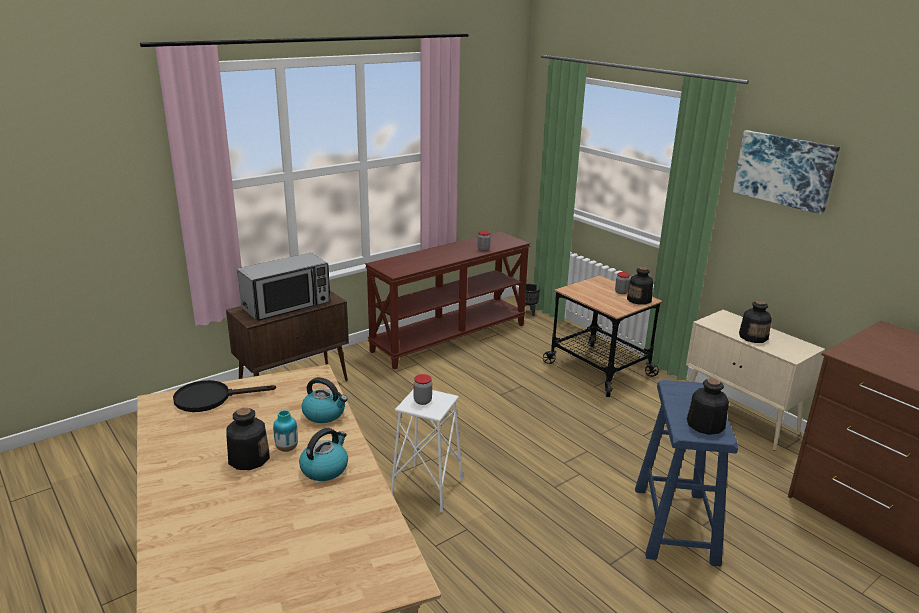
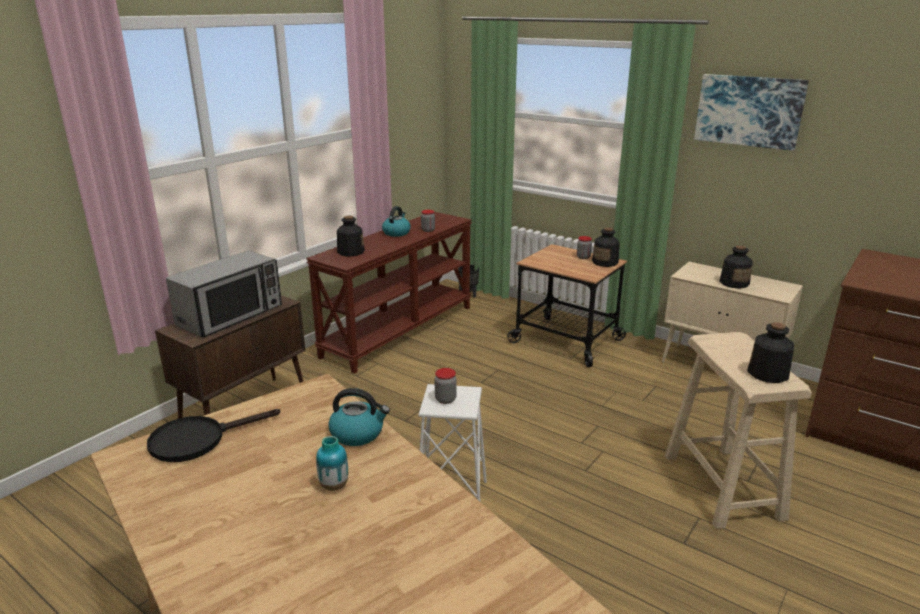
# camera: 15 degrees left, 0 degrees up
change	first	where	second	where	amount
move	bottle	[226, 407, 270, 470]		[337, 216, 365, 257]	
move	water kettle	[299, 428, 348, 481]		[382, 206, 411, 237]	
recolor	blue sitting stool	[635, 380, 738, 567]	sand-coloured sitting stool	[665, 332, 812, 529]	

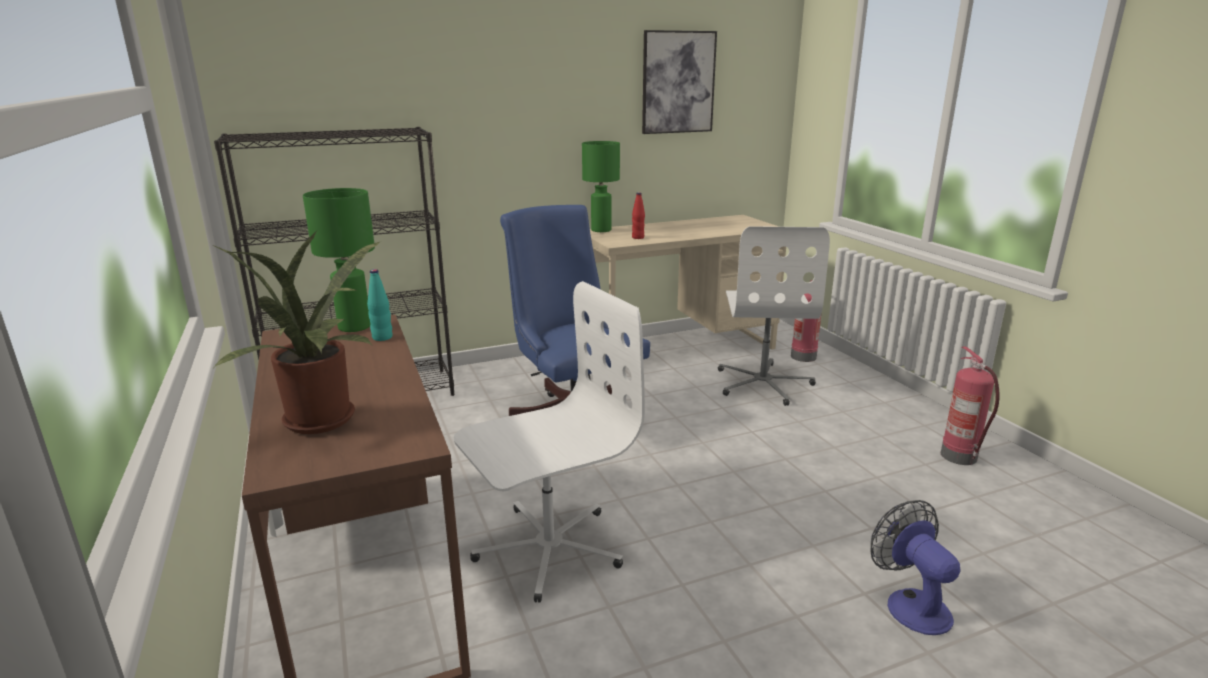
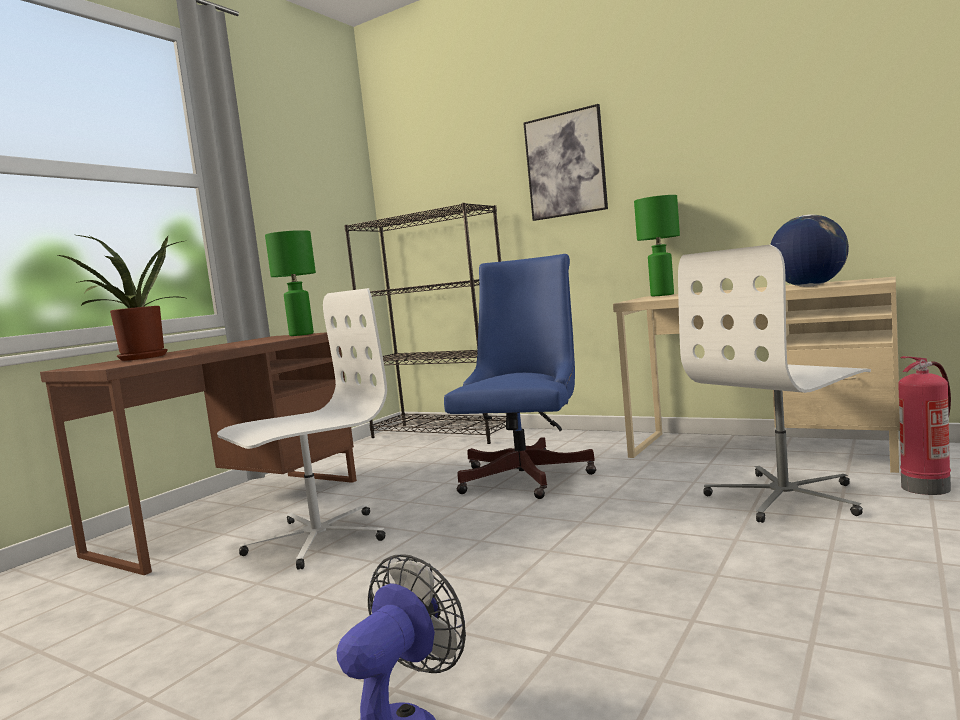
# camera: 55 degrees right, 15 degrees down
change	first	where	second	where	amount
rotate	white-coloured computer chair	[454, 281, 645, 603]		[217, 288, 387, 570]	60 degrees counterclockwise
move	picture	[642, 30, 717, 134]		[523, 104, 608, 221]	
insert			world globe	[770, 214, 849, 287]	
delete	blue-green bottle	[367, 269, 393, 341]			
delete	red-coloured bottle	[632, 192, 645, 239]			
delete	extinguisher	[941, 346, 999, 465]			

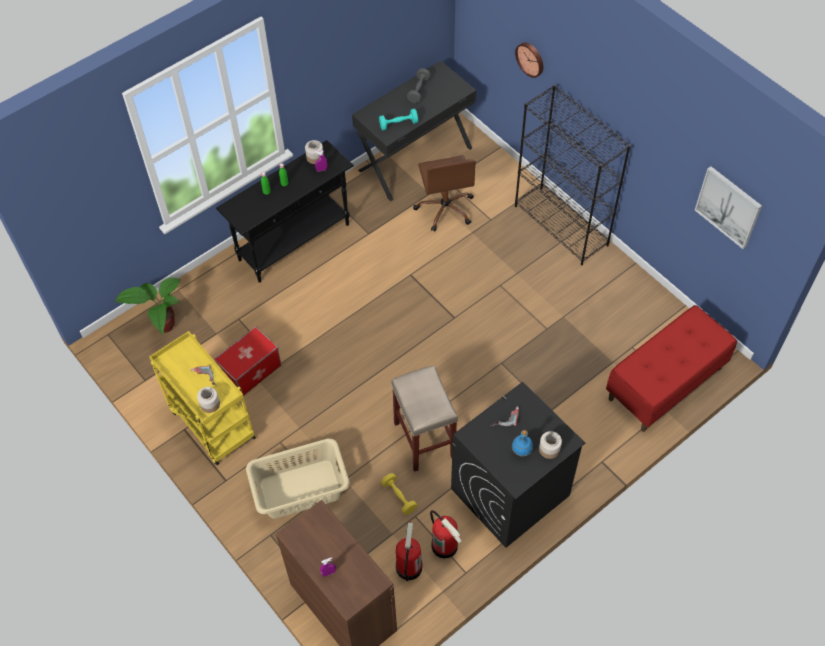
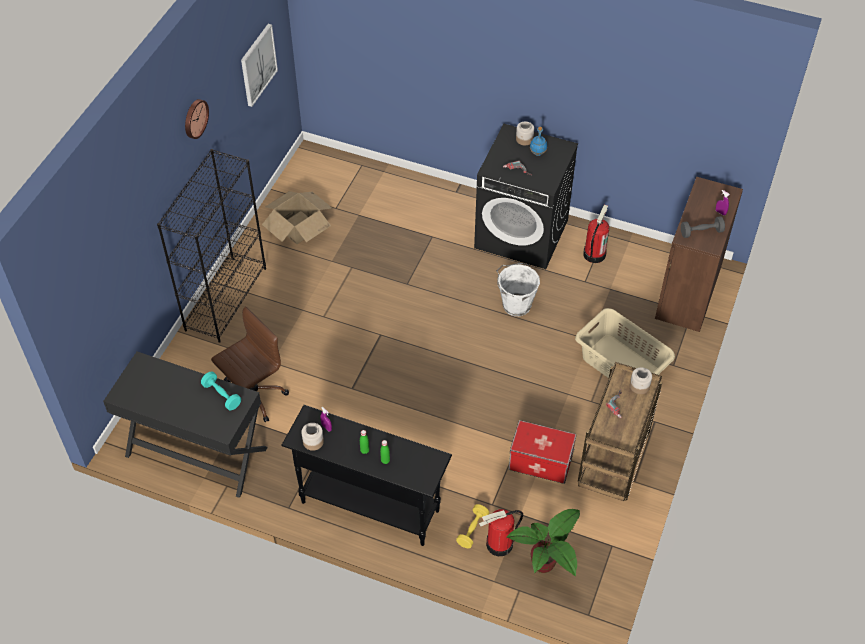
# camera: 120 degrees left, 5 degrees down
change	first	where	second	where	amount
move	hanging clock	[515, 42, 543, 78]		[185, 99, 209, 139]	
insert			packing box	[262, 191, 332, 245]	
move	yellowish dumbbell	[381, 473, 417, 515]		[456, 504, 489, 548]	
move	extinguisher	[396, 523, 422, 581]		[479, 509, 523, 556]	
replace	sand-coloured sitting stool	[391, 365, 458, 472]	white-coloured water bucket	[496, 263, 540, 316]	
recolor	yellowish cart	[149, 331, 256, 465]	brown-coloured cart	[578, 362, 662, 502]	
move	gray dumbbell	[407, 68, 431, 103]		[681, 216, 725, 238]	
delete	red-coloured long seat	[606, 305, 737, 432]			

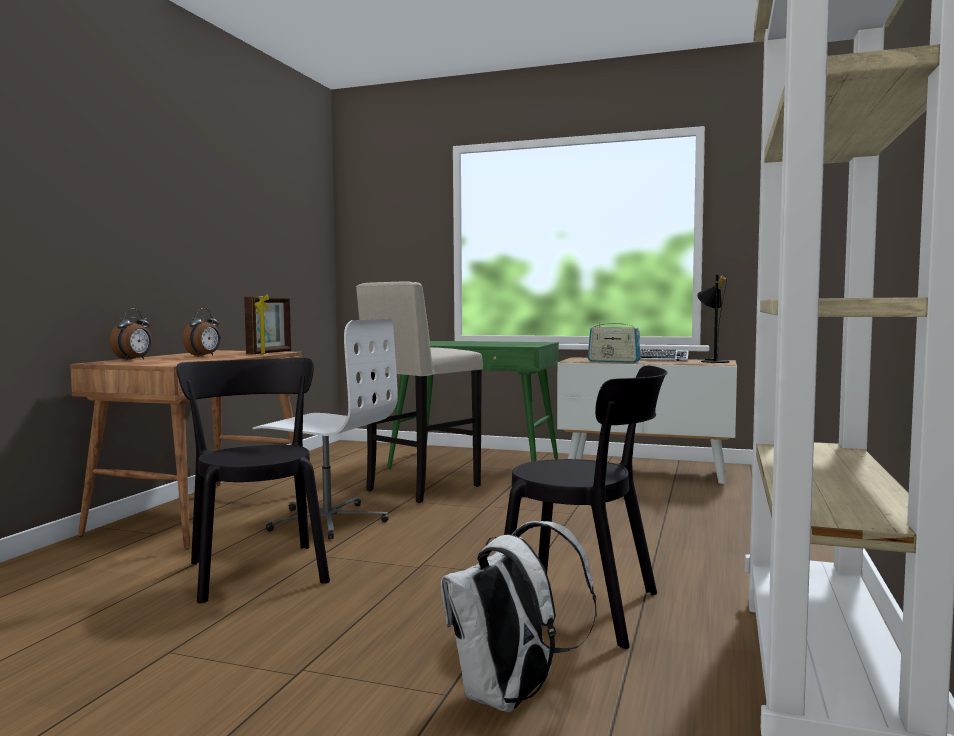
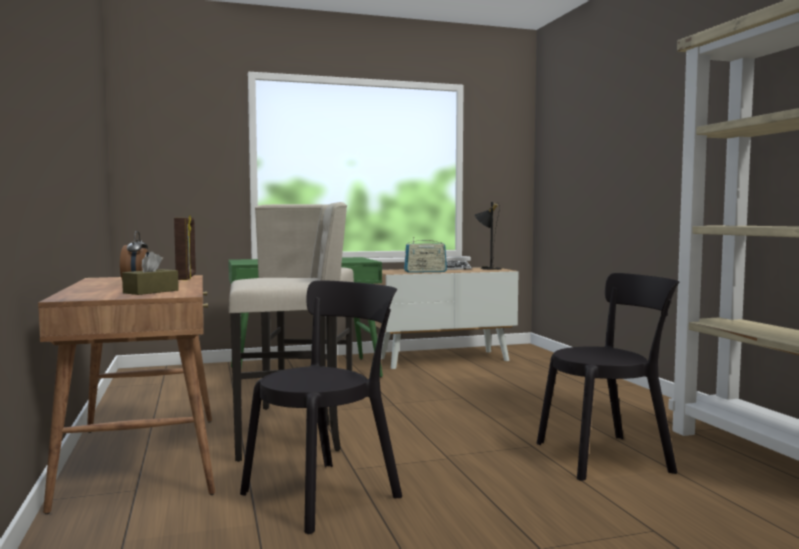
# camera: 35 degrees left, 0 degrees up
change	first	where	second	where	amount
insert			brown-coloured box of tissues	[122, 251, 179, 295]	
replace	white-coloured computer chair	[253, 319, 398, 539]	sand-coloured sitting stool	[229, 202, 347, 462]	
rotate	blackish upright chair	[176, 358, 330, 604]		[240, 280, 402, 534]	105 degrees clockwise
delete	bedside clock	[110, 309, 152, 361]			
delete	white-coloured knapsack	[441, 521, 597, 712]			

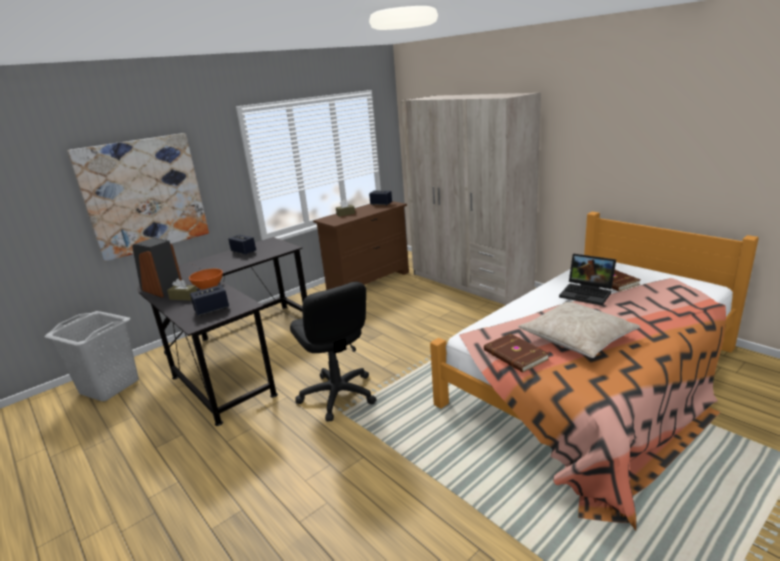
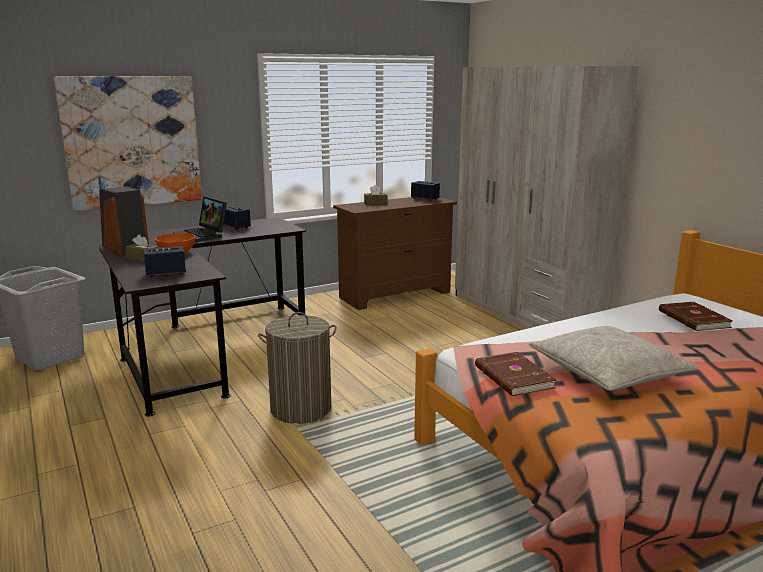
# camera: 10 degrees right, 5 degrees down
change	first	where	second	where	amount
move	portable computer	[559, 254, 616, 306]		[173, 196, 227, 243]	
replace	blackish computer chair	[290, 281, 377, 421]	washing basket	[258, 312, 337, 424]	

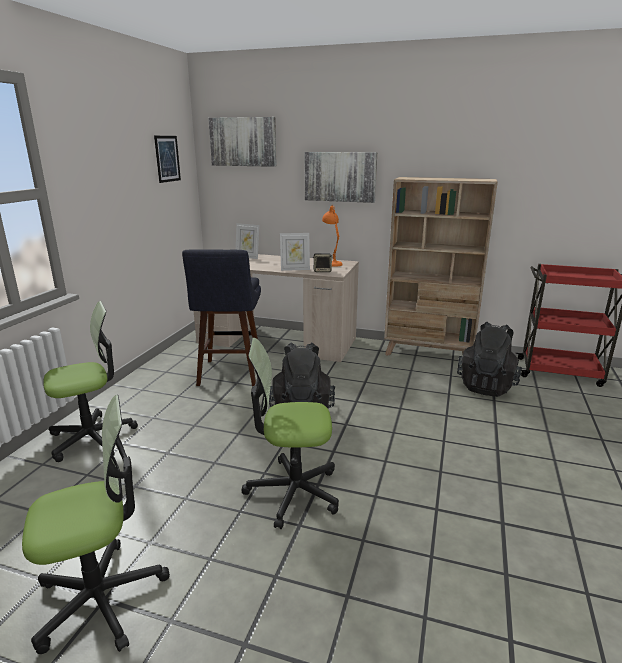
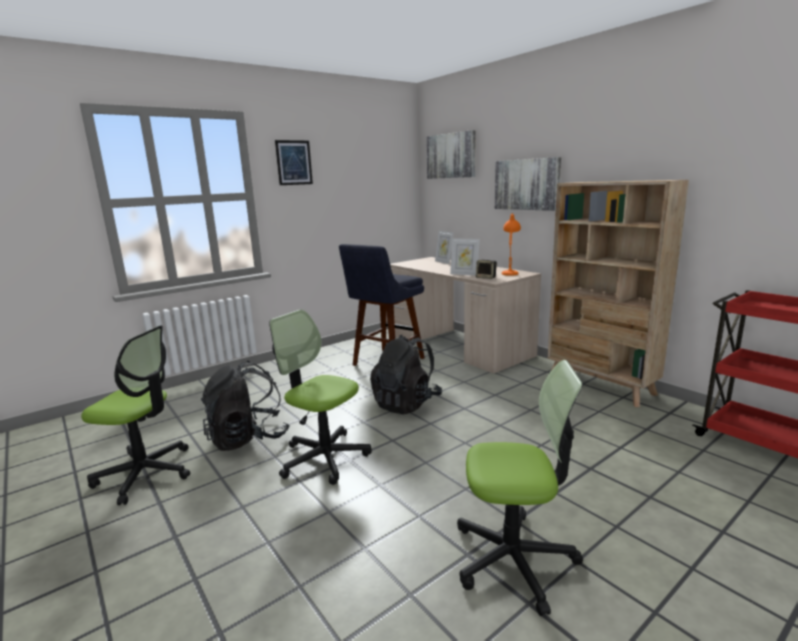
# camera: 35 degrees right, 5 degrees down
change	first	where	second	where	amount
move	blackish knapsack	[457, 322, 522, 397]		[201, 361, 290, 451]	
move	picture	[154, 136, 181, 183]		[275, 140, 313, 185]	
move	computer chair	[43, 301, 138, 462]		[457, 360, 583, 616]	

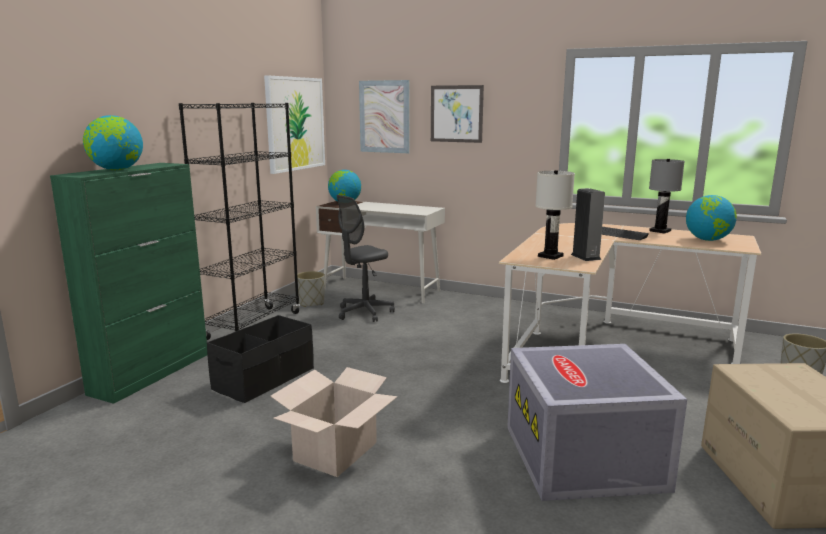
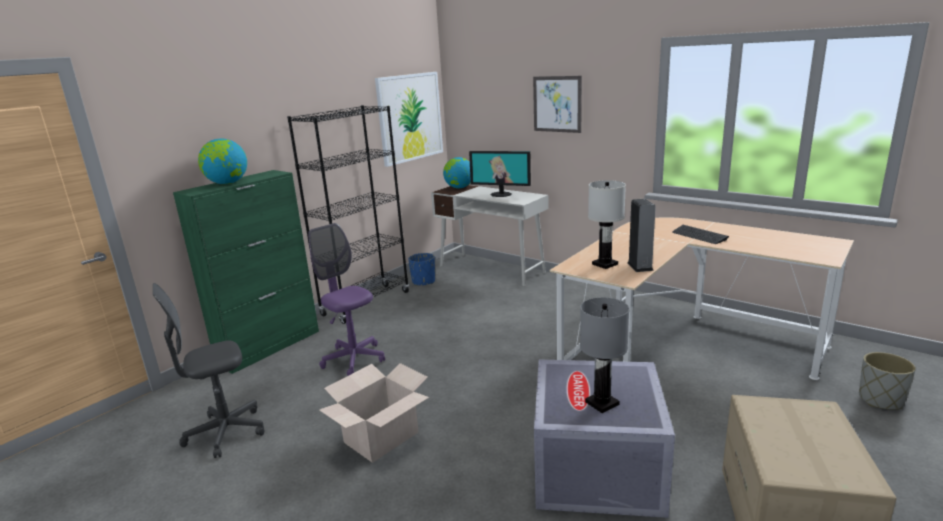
# camera: 15 degrees right, 5 degrees up
change	first	where	second	where	amount
move	gray computer chair	[337, 195, 395, 322]		[153, 283, 264, 458]	
replace	blackish storage bin	[207, 315, 314, 403]	purplish computer chair	[308, 223, 385, 376]	
recolor	gray flower pot	[297, 271, 325, 307]	blue flower pot	[408, 253, 435, 286]	
insert			monitor	[469, 151, 531, 197]	
move	gray table lamp	[649, 159, 685, 233]		[580, 297, 630, 413]	
delete	picture	[359, 80, 410, 153]			
delete	world globe	[686, 195, 737, 241]			

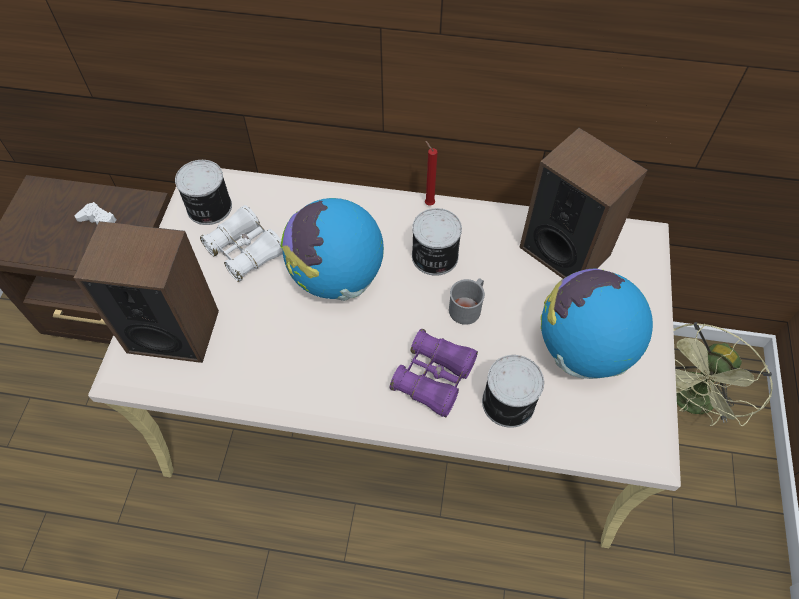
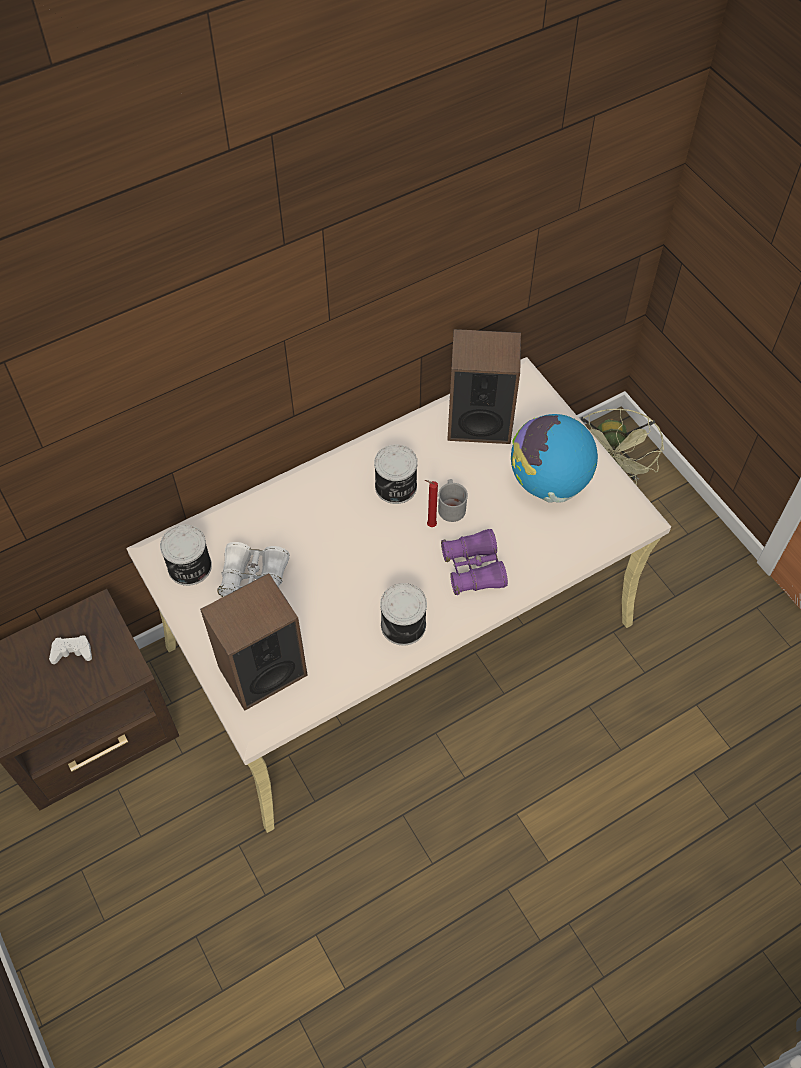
# camera: 40 degrees left, 0 degrees up
change	first	where	second	where	amount
move	metal can	[482, 355, 544, 428]		[380, 583, 427, 645]	
move	red-coloured wax candle	[425, 141, 437, 205]		[425, 480, 438, 527]	
delete	world globe	[281, 198, 384, 301]			

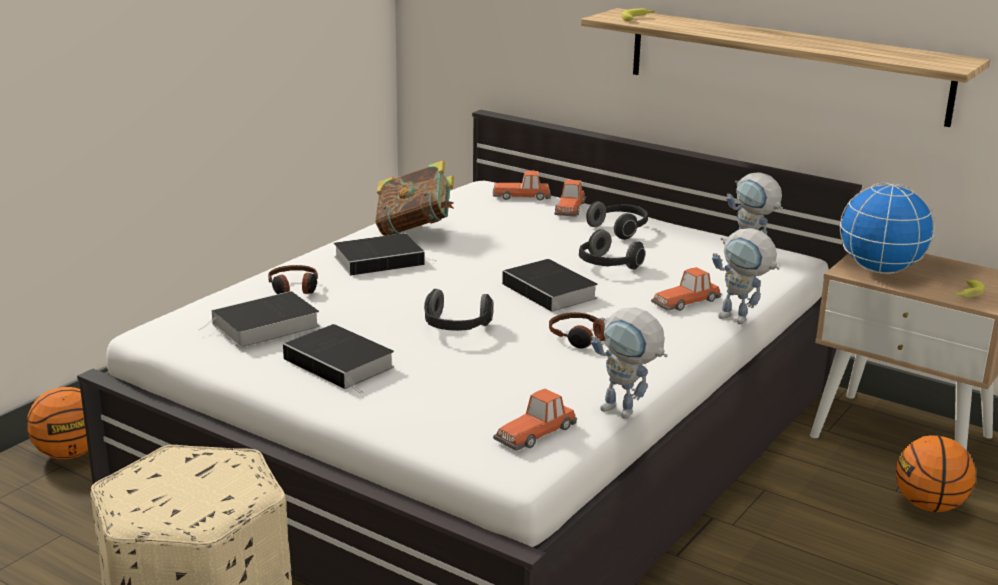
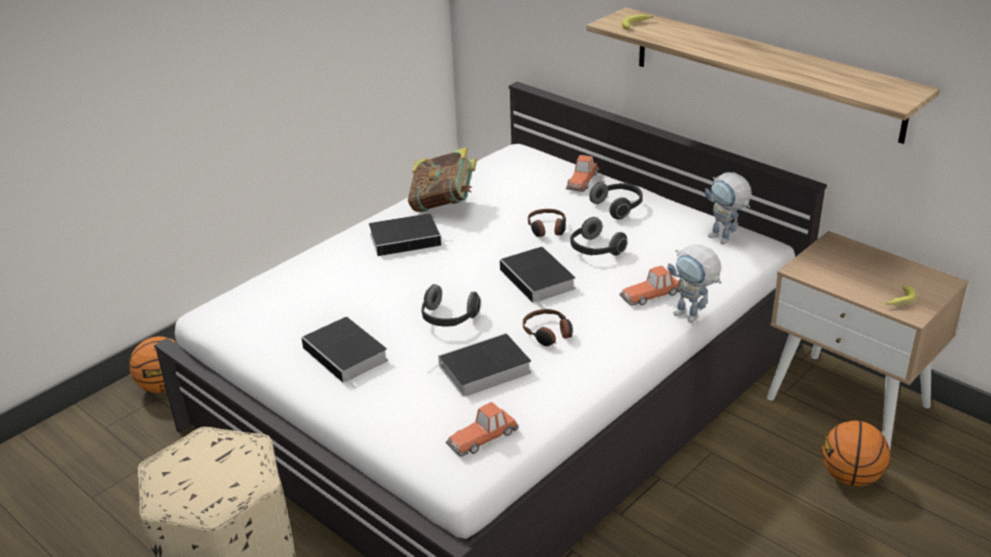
# camera: 10 degrees right, 10 degrees up
change	first	where	second	where	amount
move	volume	[199, 291, 320, 347]		[427, 333, 531, 397]	
move	headphones	[268, 265, 318, 294]		[528, 209, 566, 237]	
delete	toy car	[493, 170, 551, 200]			
delete	toy robot	[591, 307, 668, 419]			
delete	world globe	[840, 183, 935, 274]			

